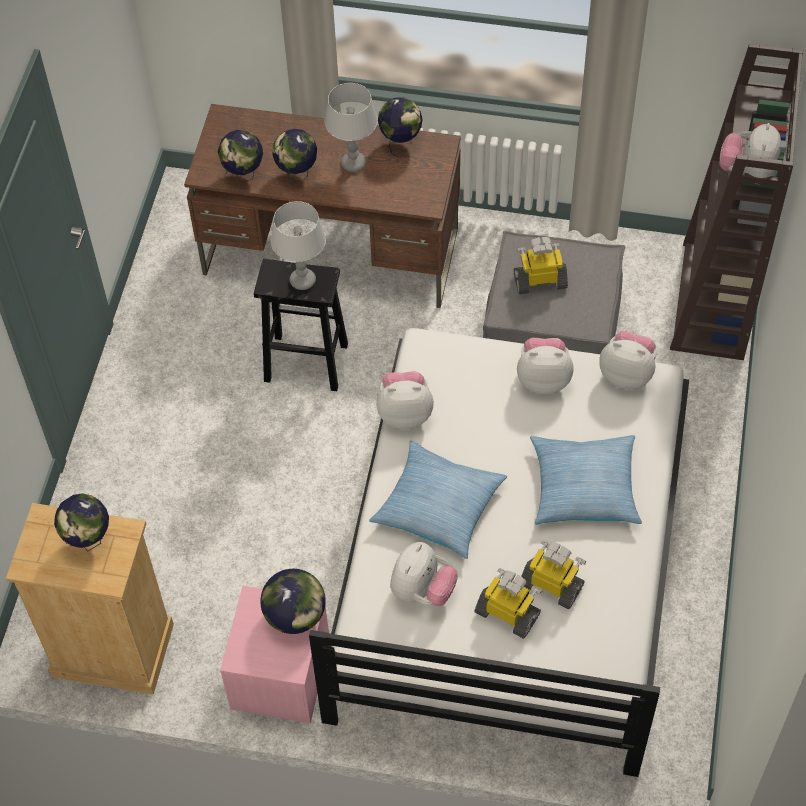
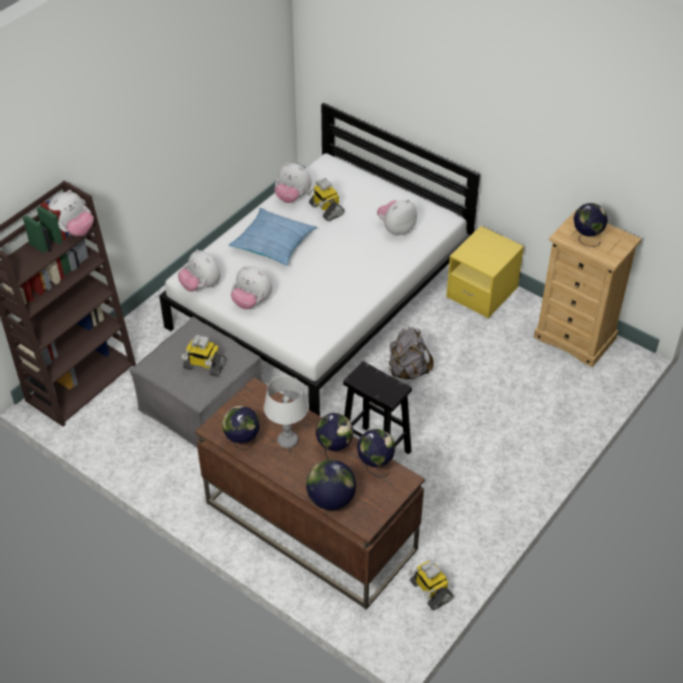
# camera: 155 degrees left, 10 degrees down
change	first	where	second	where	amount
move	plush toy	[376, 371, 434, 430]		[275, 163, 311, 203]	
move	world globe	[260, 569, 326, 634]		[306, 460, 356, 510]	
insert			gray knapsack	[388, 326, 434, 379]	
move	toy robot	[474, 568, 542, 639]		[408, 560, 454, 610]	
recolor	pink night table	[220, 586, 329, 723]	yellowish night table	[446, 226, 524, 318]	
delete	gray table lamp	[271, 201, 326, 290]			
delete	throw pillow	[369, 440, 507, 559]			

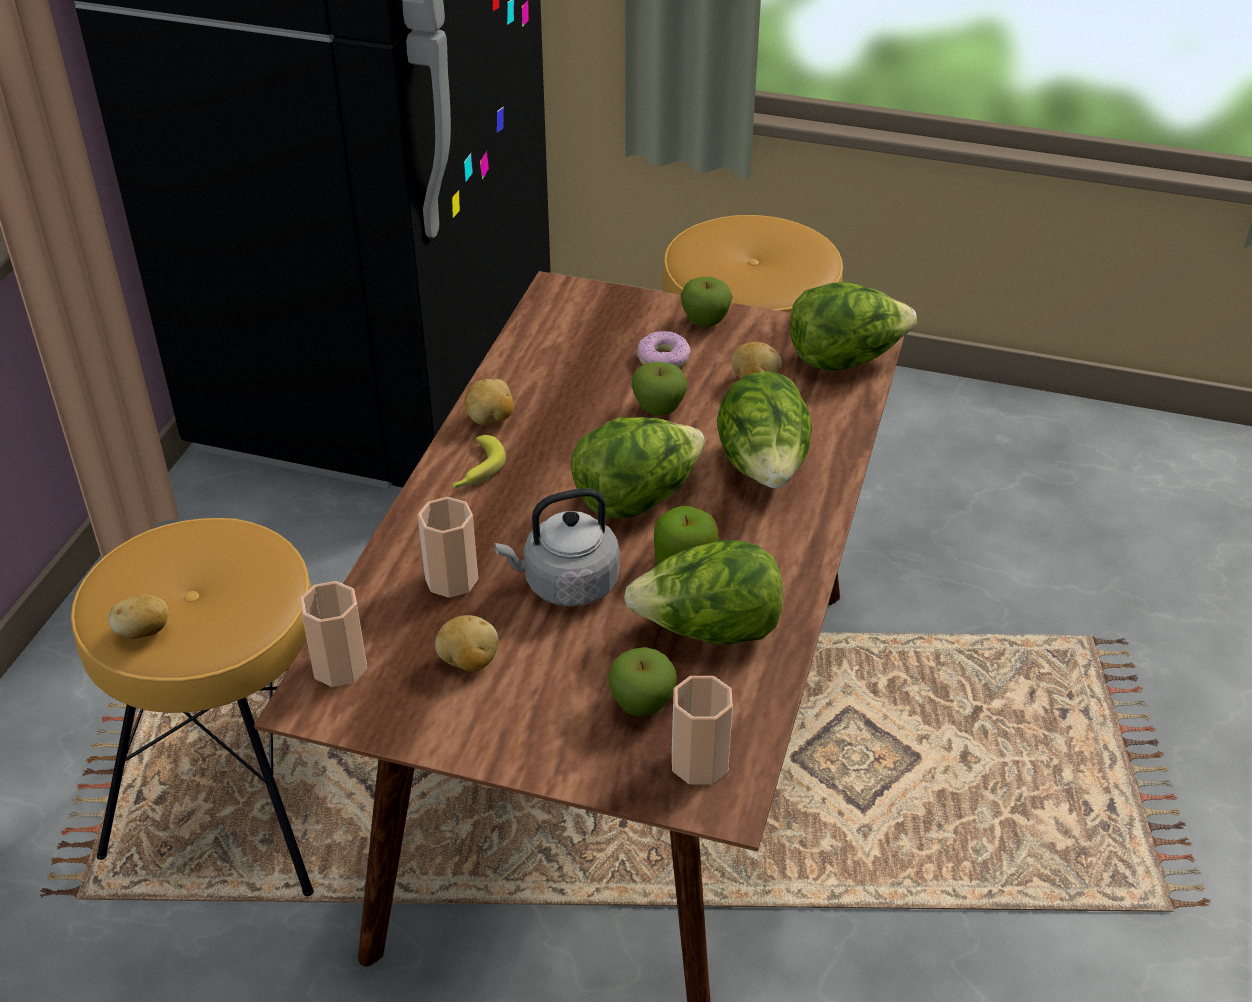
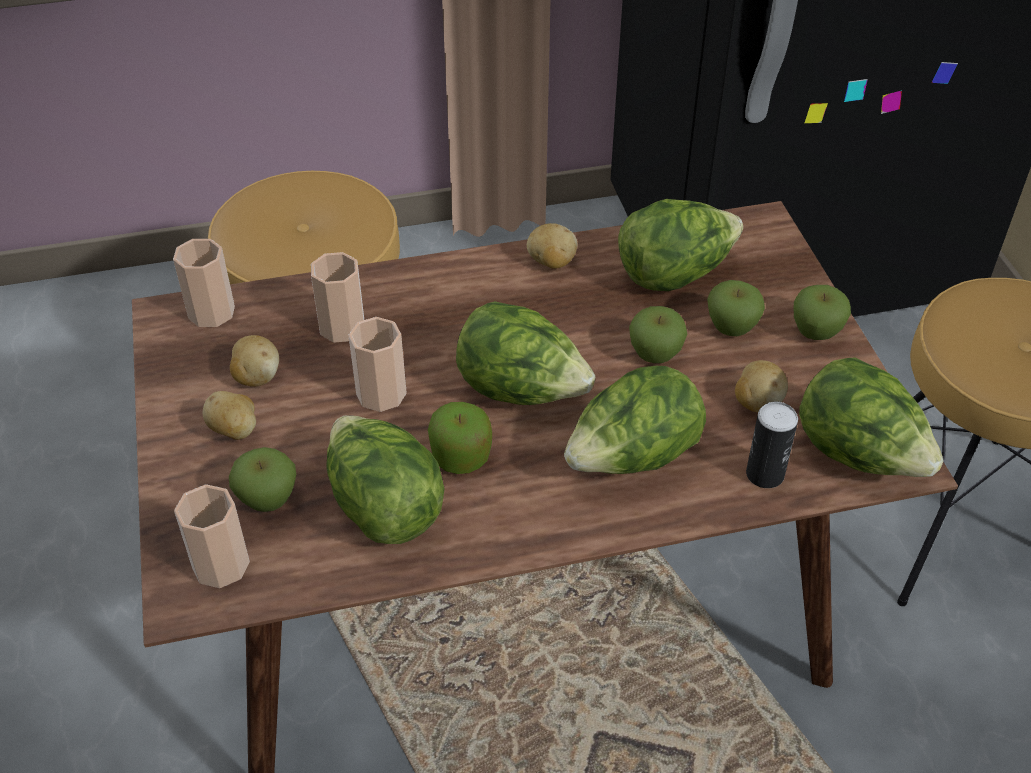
# camera: 60 degrees right, 5 degrees up
change	first	where	second	where	amount
move	potato	[108, 594, 169, 639]		[203, 391, 256, 440]	
replace	gray water kettle	[494, 488, 620, 607]	drinking cup	[349, 317, 407, 412]	
insert			lettuce head	[618, 199, 743, 291]	
replace	doughnut	[637, 331, 690, 368]	apple fruit	[707, 280, 765, 336]	
insert			metal can	[746, 402, 798, 488]	
delete	whole banana	[453, 435, 506, 489]			

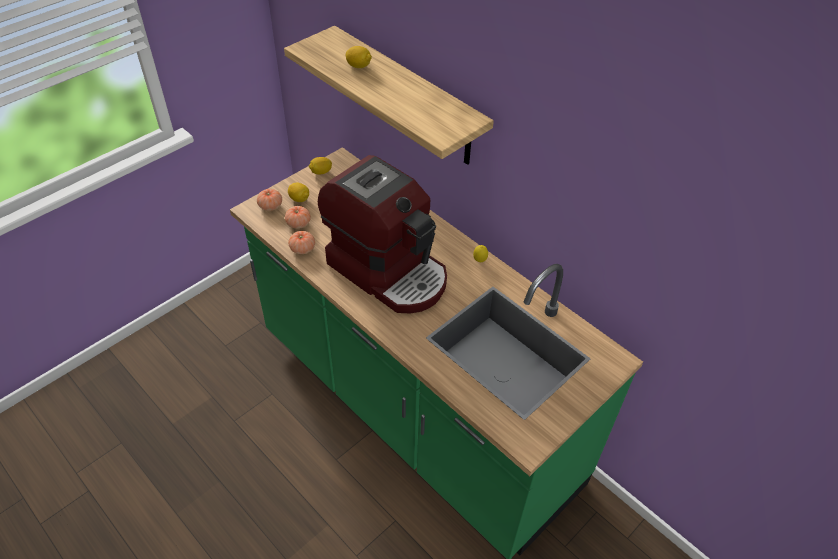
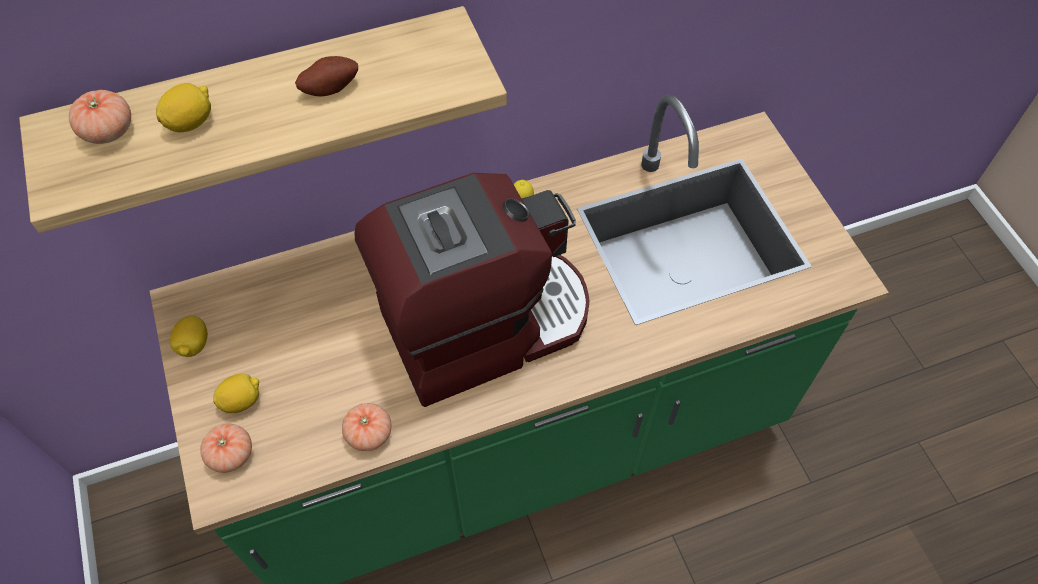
# camera: 65 degrees left, 10 degrees up
change	first	where	second	where	amount
move	whole tomato	[285, 206, 311, 229]		[69, 90, 131, 144]	
insert			potato	[295, 56, 358, 96]	

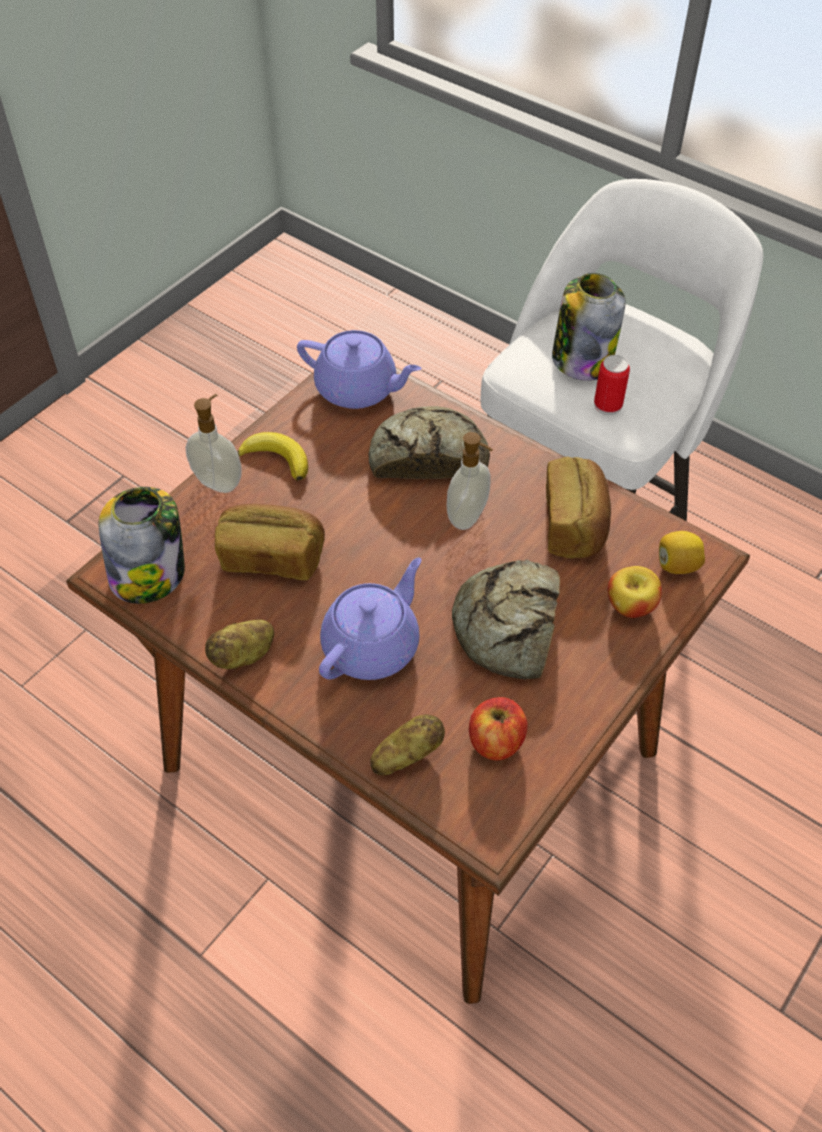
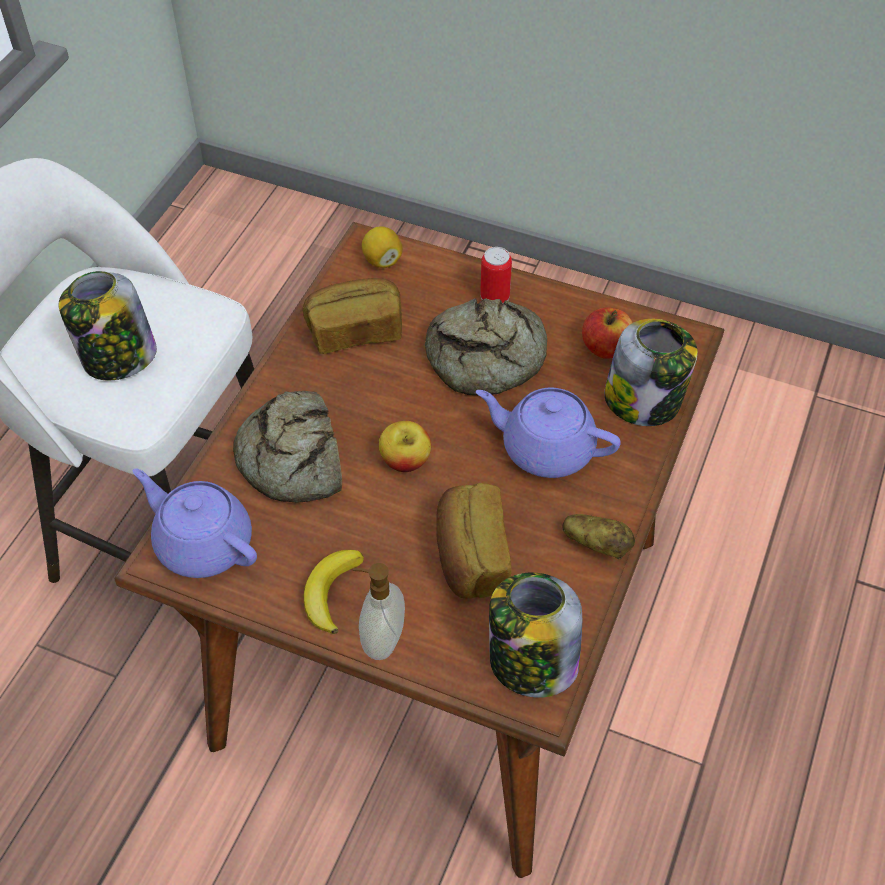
# camera: 105 degrees left, 0 degrees up
change	first	where	second	where	amount
rotate	purplish teapot	[297, 330, 422, 409]		[133, 468, 257, 578]	60 degrees counterclockwise
move	apple fruit	[608, 566, 662, 618]		[379, 421, 431, 472]	
move	metal can	[594, 355, 630, 415]		[480, 247, 512, 303]	
replace	potato	[370, 714, 445, 775]	preserve jar	[604, 319, 698, 426]	
delete	soap bottle	[446, 432, 493, 530]			

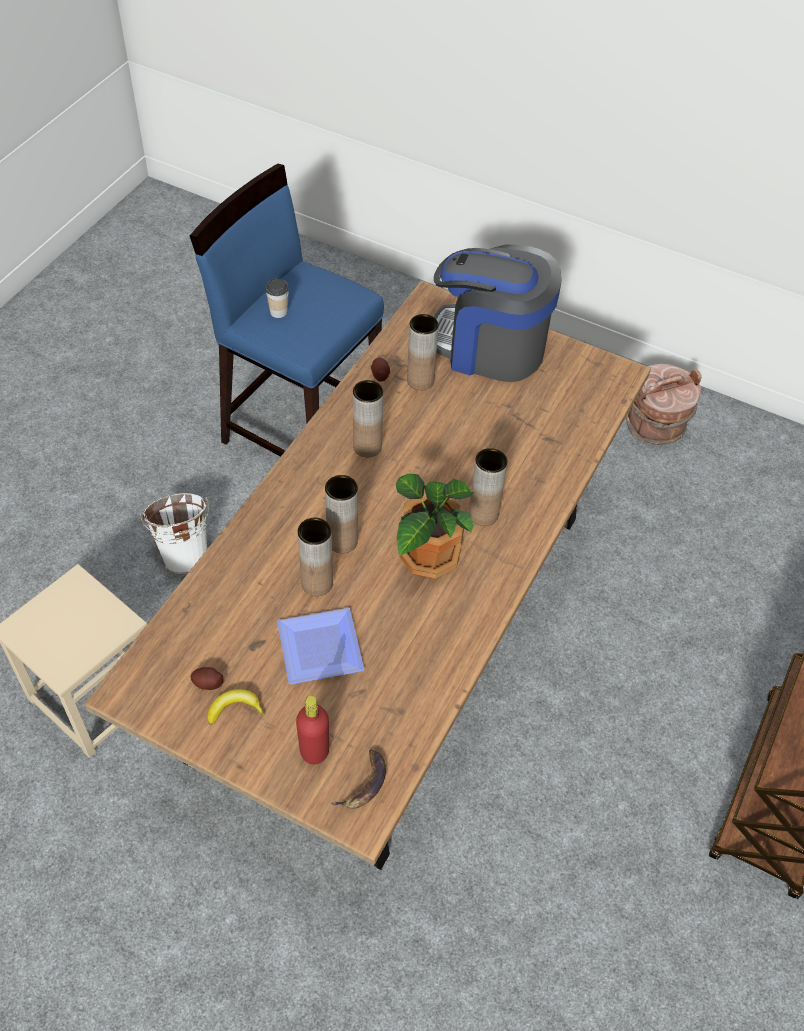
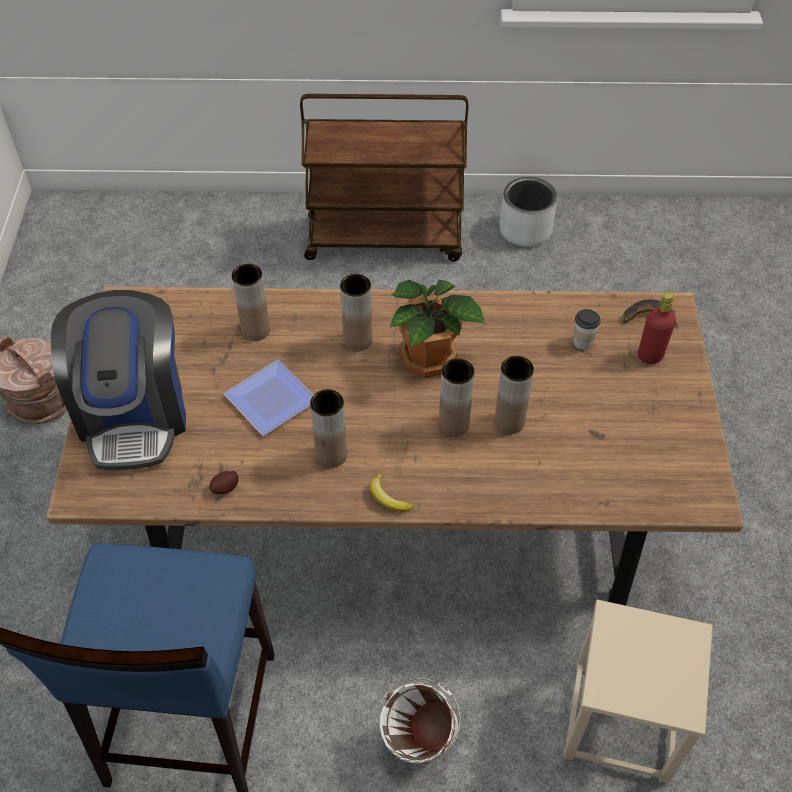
# camera: 115 degrees left, 0 degrees up
change	first	where	second	where	amount
move	plate	[277, 608, 364, 684]		[223, 360, 314, 436]	
move	brown-coloured flower vase	[407, 314, 439, 390]		[232, 264, 270, 341]	
move	whole banana	[207, 689, 265, 725]		[370, 472, 413, 512]	
insert			gray flower pot	[500, 177, 557, 247]	
move	drinking cup	[265, 278, 289, 318]		[573, 309, 601, 350]	
delete	potato	[191, 667, 224, 690]			

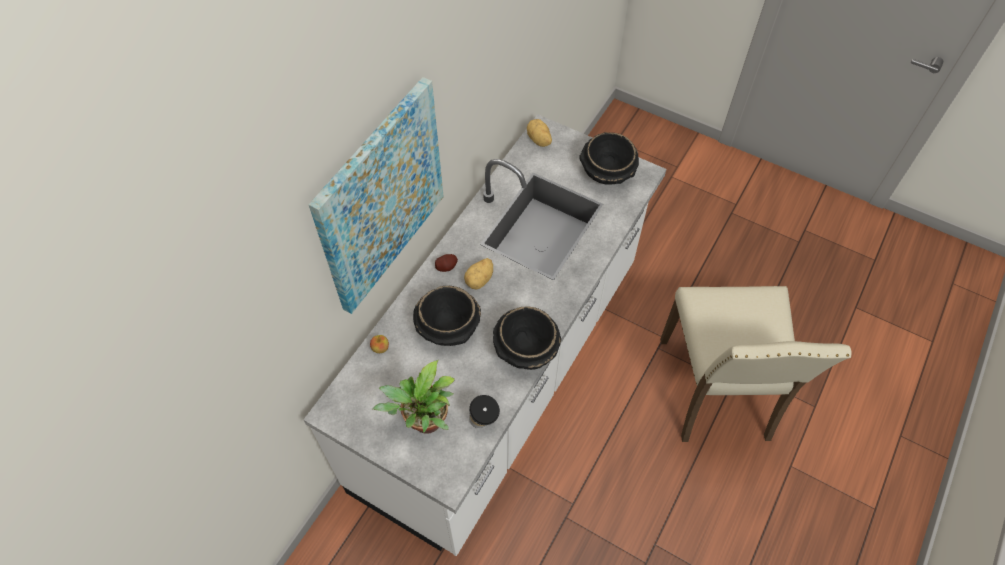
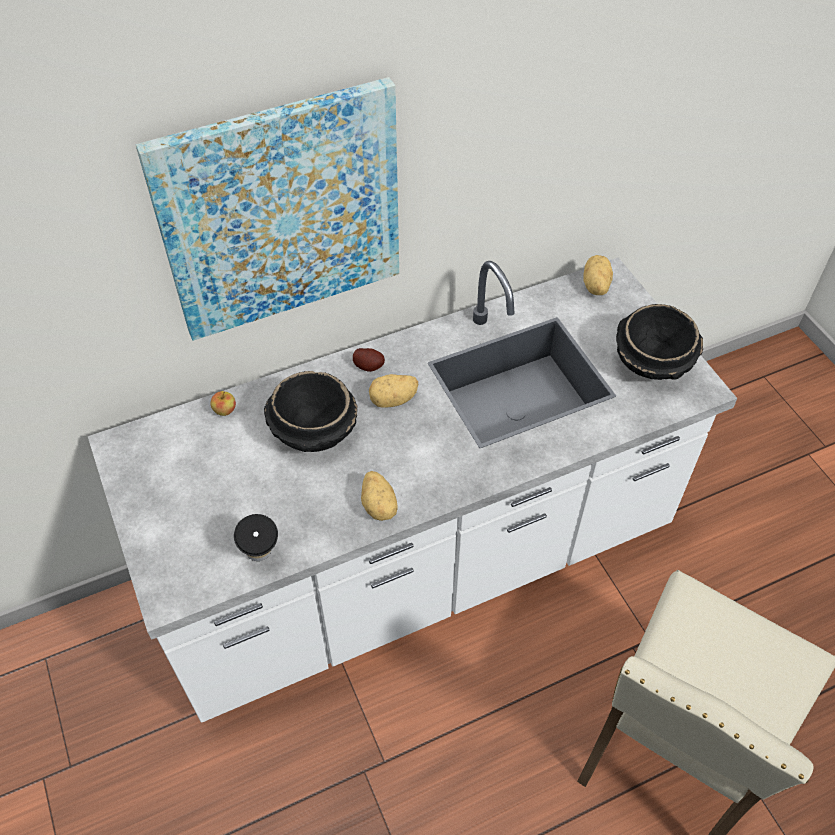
# camera: 35 degrees right, 5 degrees down
change	first	where	second	where	amount
replace	blackish bowl	[493, 306, 561, 370]	potato	[361, 471, 398, 521]	
delete	plant in a pot	[373, 360, 455, 433]			

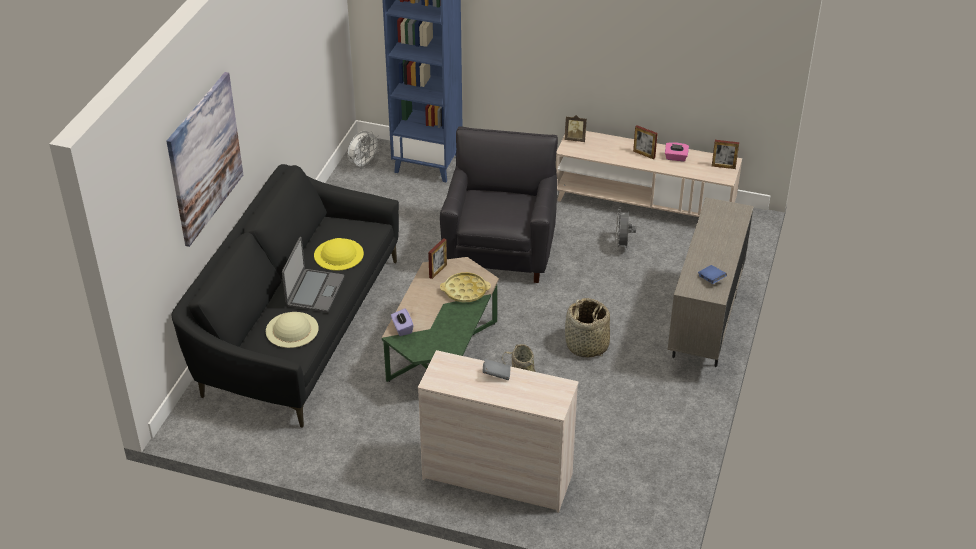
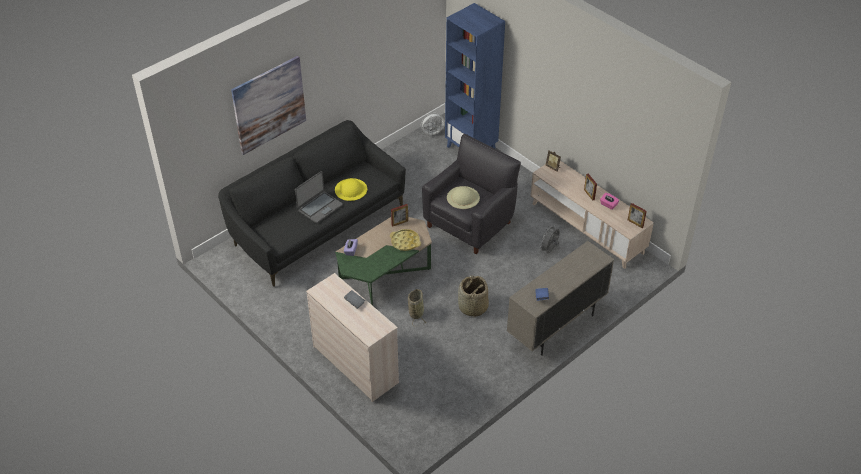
# camera: 30 degrees right, 5 degrees up
change	first	where	second	where	amount
move	sand-coloured clothing hat	[266, 312, 319, 348]		[447, 186, 480, 209]	

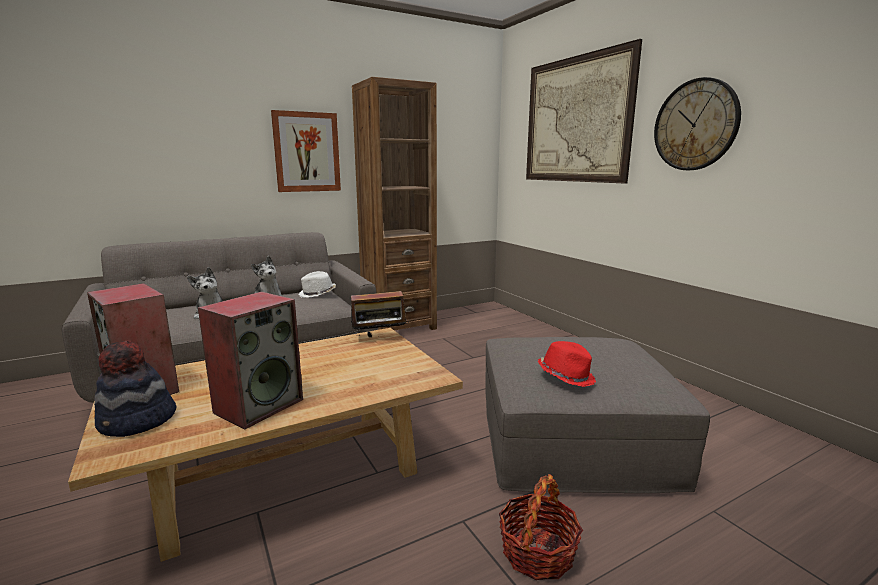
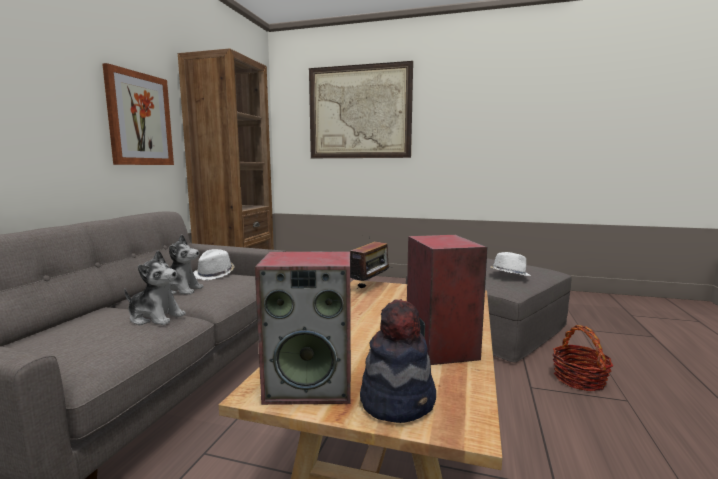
# camera: 45 degrees left, 5 degrees down
change	first	where	second	where	amount
recolor	red-coloured clothing hat	[538, 341, 596, 387]	white-coloured clothing hat	[490, 252, 531, 276]	
delete	hanging clock	[654, 77, 741, 170]			

